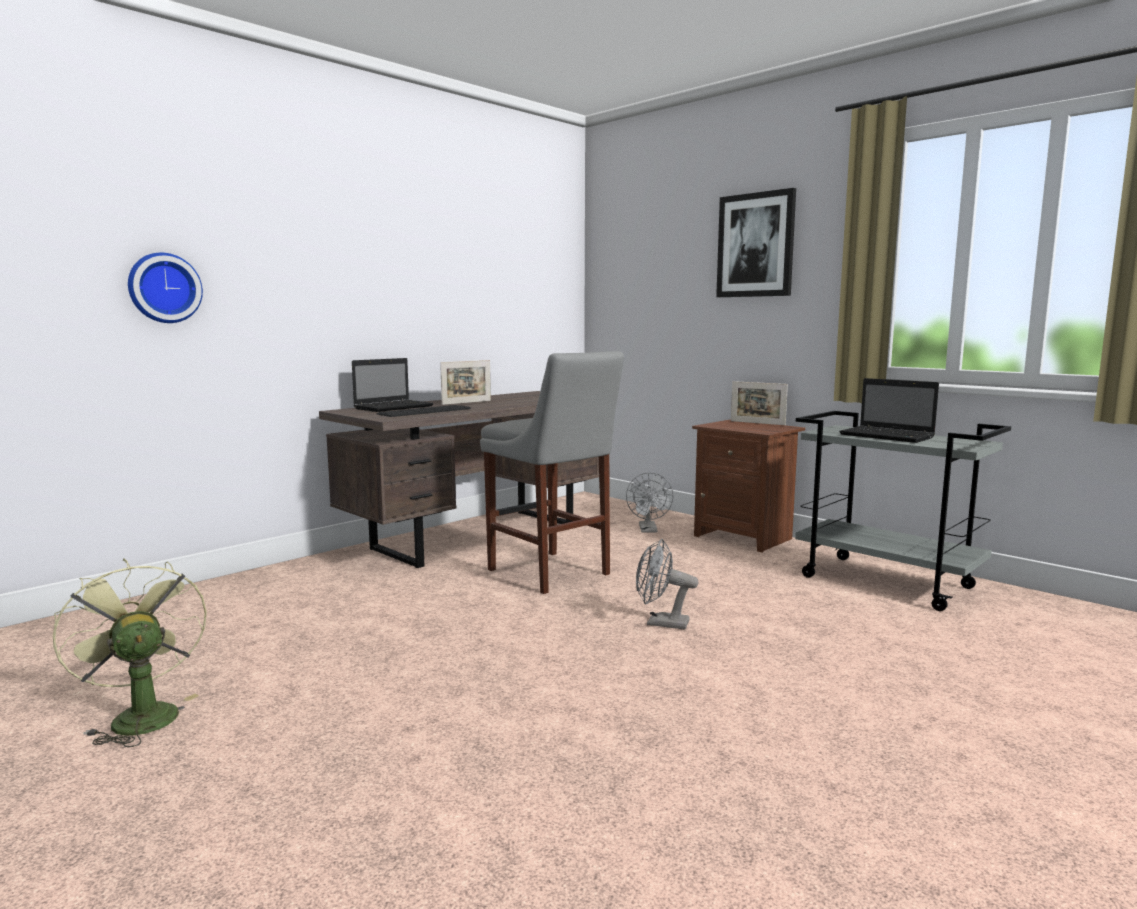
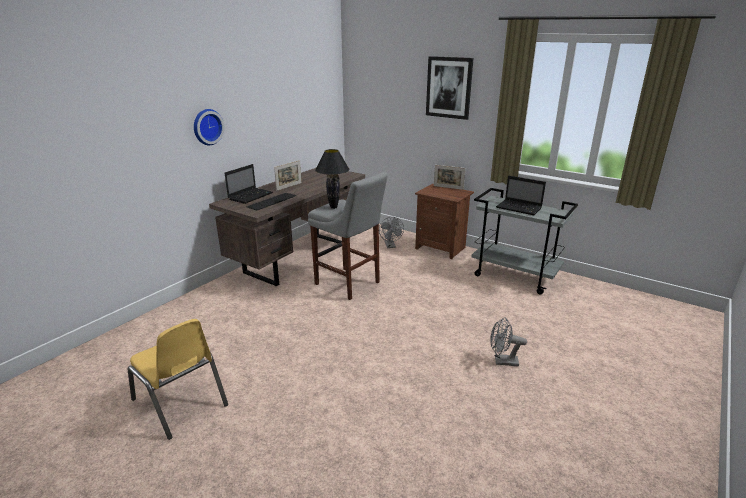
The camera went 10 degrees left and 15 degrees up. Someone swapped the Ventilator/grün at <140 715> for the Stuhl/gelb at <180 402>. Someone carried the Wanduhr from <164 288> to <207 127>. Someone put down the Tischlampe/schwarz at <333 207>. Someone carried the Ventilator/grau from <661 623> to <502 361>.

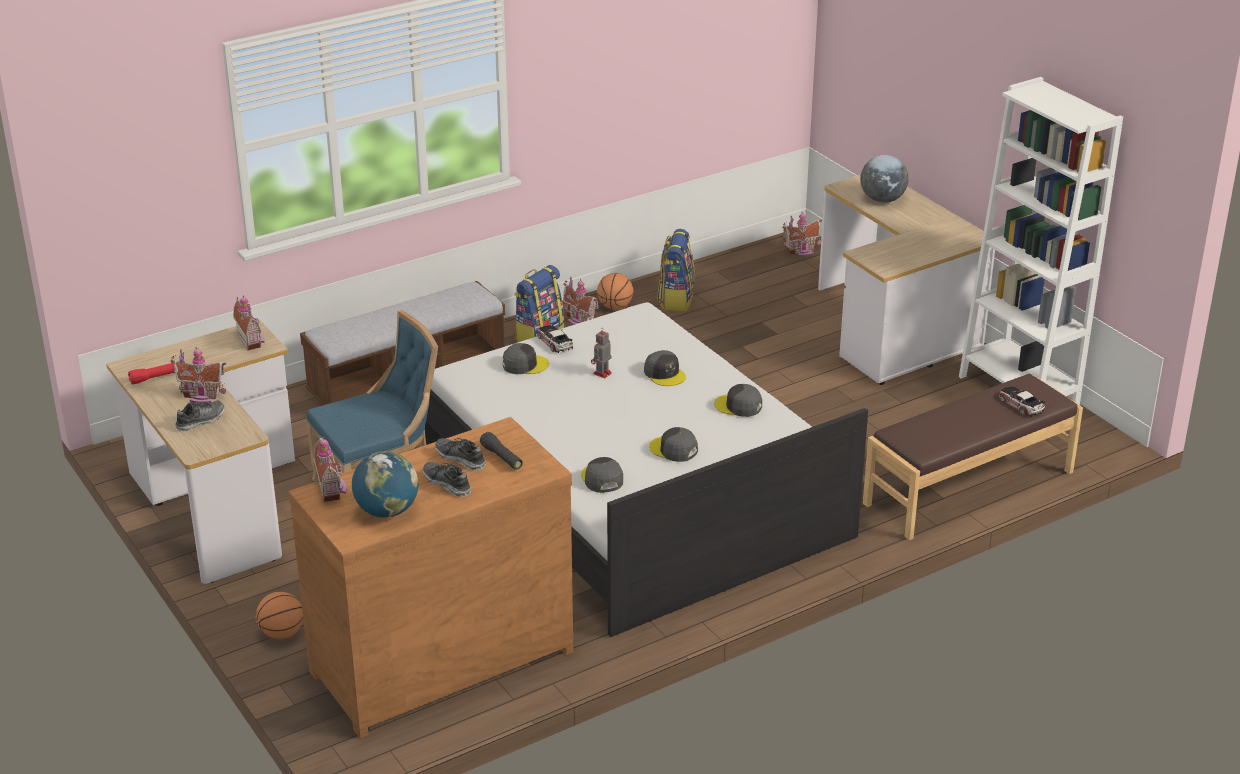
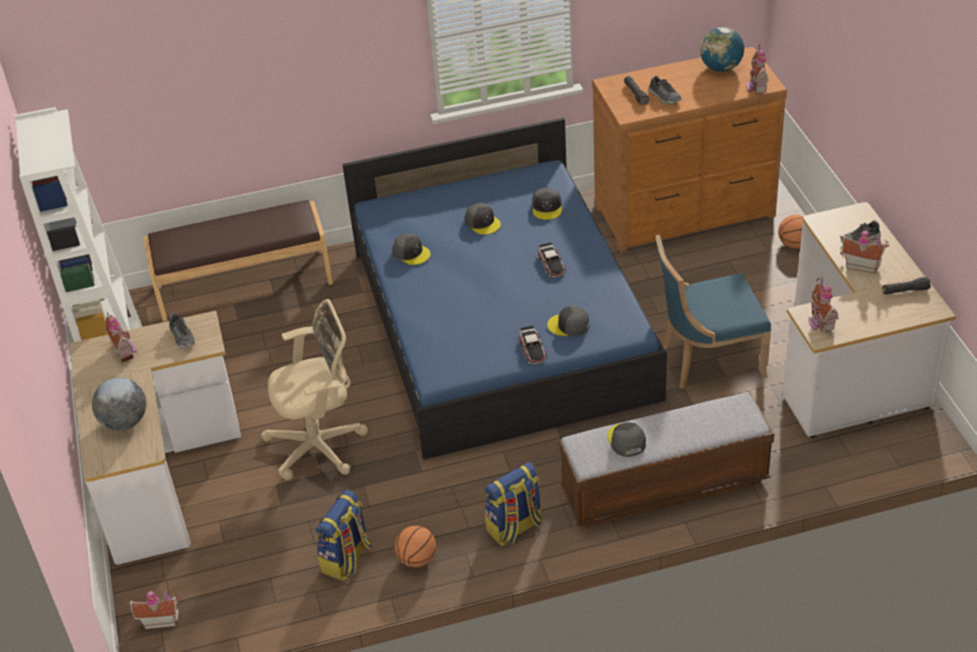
The camera went 160 degrees left and 10 degrees up. Someone carried the Spielzeughaus from <578 320> to <125 350>. Someone carried the Schuh from <447 484> to <182 337>. Someone put down the Bürostuhl/beige at <320 446>. Someone repainted the Bett/weiß at <633 489>, which became the Bett/blau at <500 324>. Someone carried the Spielzeugauto from <1020 405> to <551 264>. Someone carried the Kappe/grau from <664 374> to <626 441>. Someone repainted the Taschenlampe/rot at <156 378>, which became the Taschenlampe/schwarz at <905 291>. Someone took away the Spielzeugroboter at <601 374>.

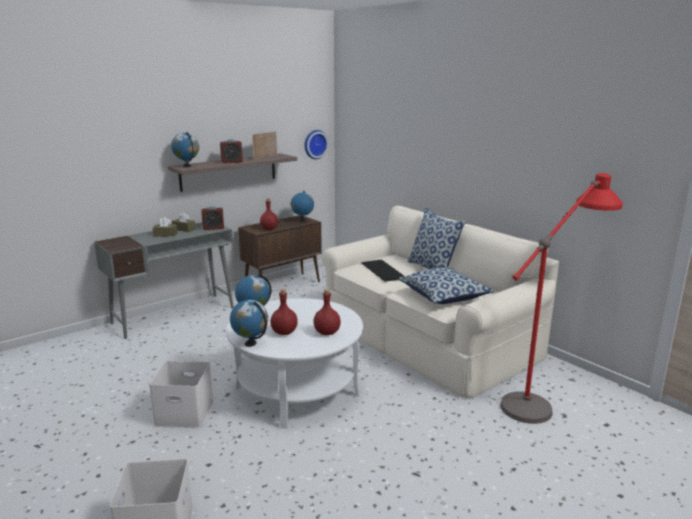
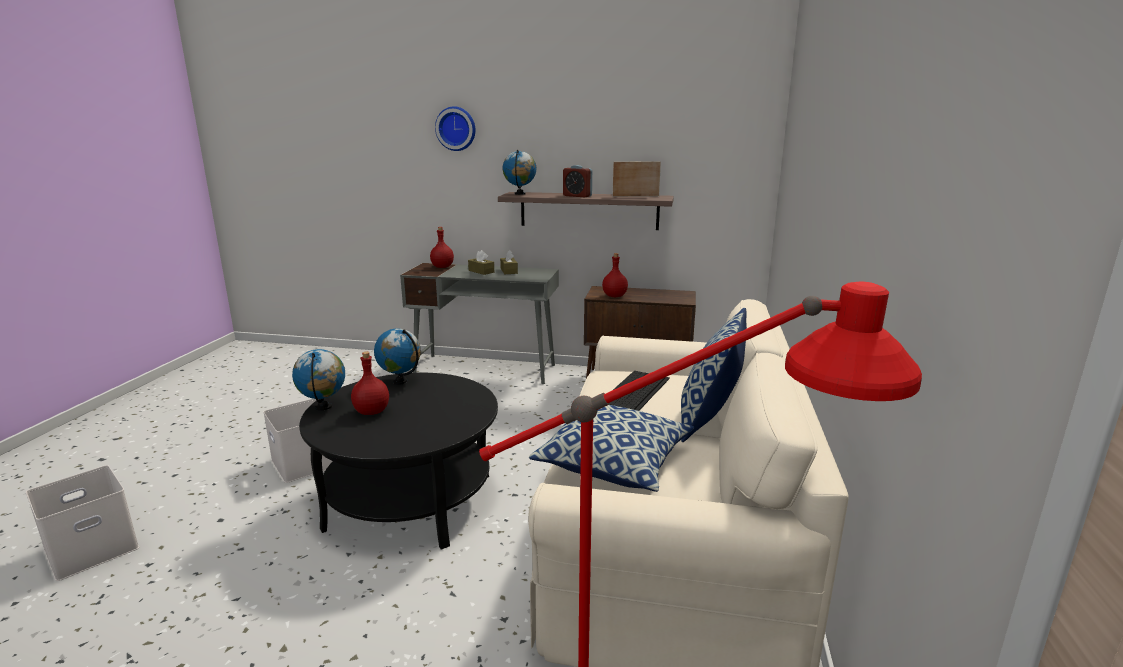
The camera went 50 degrees right and 0 degrees up. Someone repainted the Couchtisch/weiß at <297 391>, which became the Couchtisch/schwarz at <410 501>. Someone carried the Flasche/rot from <327 332> to <442 267>. Someone carried the Wanduhr from <314 144> to <456 128>. Someone took away the Wecker at <213 228>. Someone took away the Globus at <302 220>.

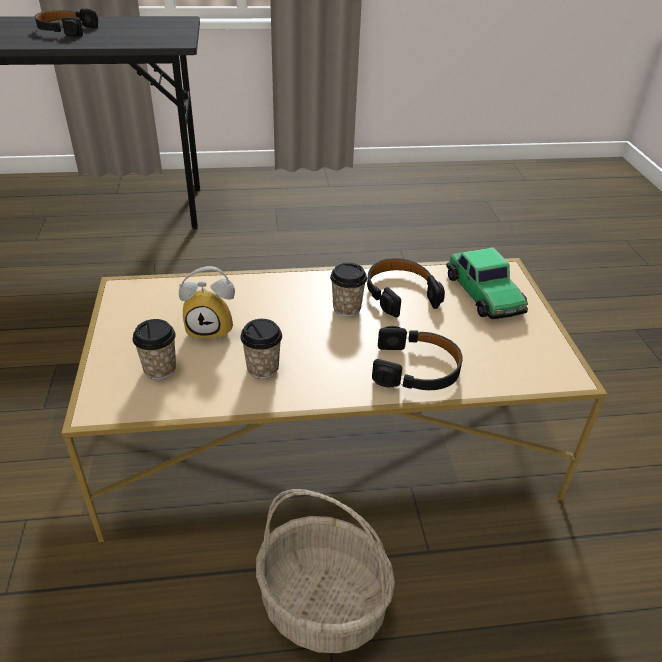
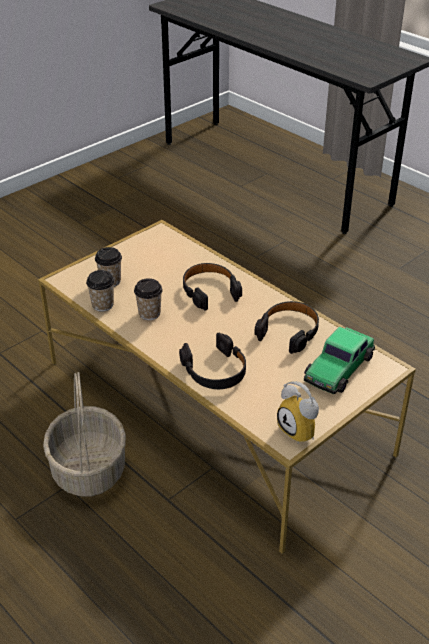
The camera went 55 degrees right and 0 degrees up. Someone carried the Tasse from <347 308> to <102 305>. Someone carried the Kopfhörer/schwarz from <66 30> to <209 291>. Someone carried the Wecker from <212 328> to <301 431>.

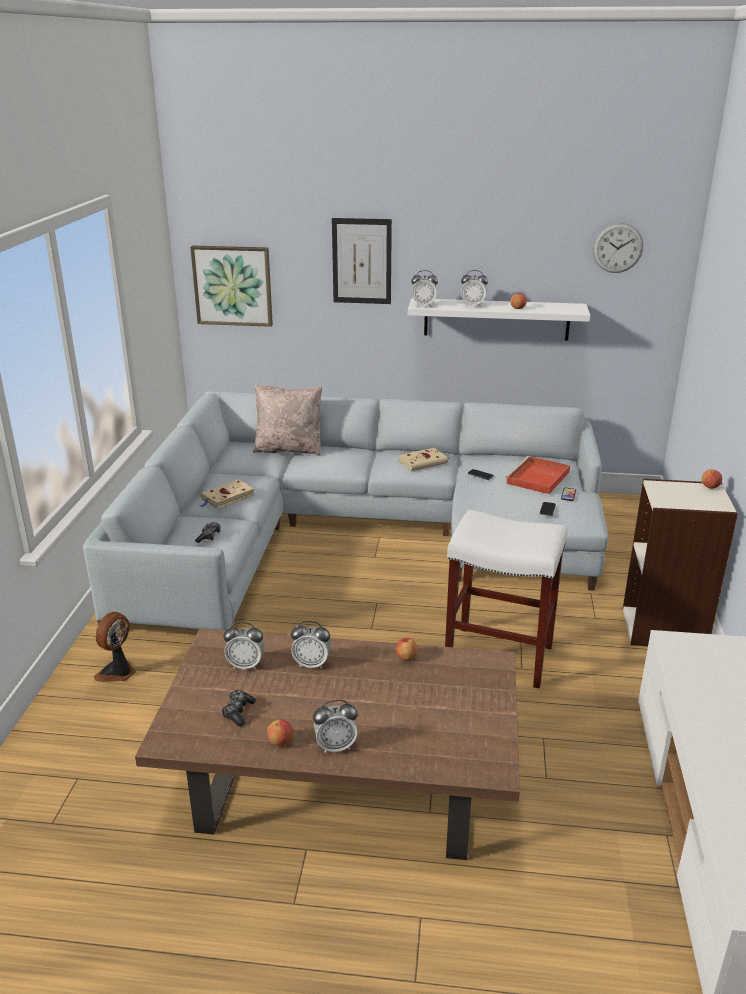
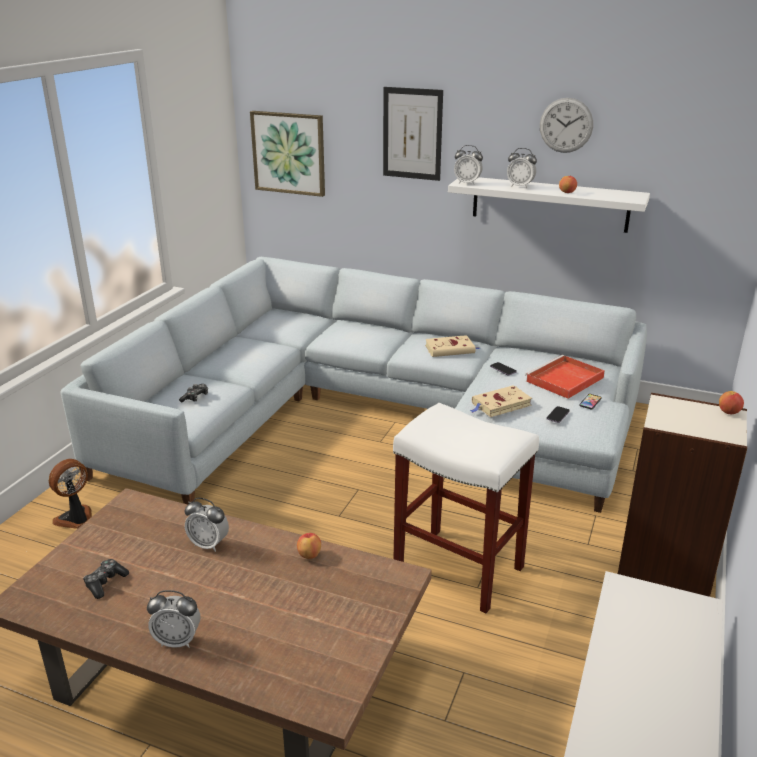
The camera went 15 degrees right and 0 degrees up. Someone carried the Buch/beige from <226 498> to <500 405>. Someone carried the Wanduhr from <617 248> to <566 125>. Someone took away the Wecker at <245 665>. Someone took away the Kissen/beige at <289 449>. Someone took away the Apfel at <281 742>.

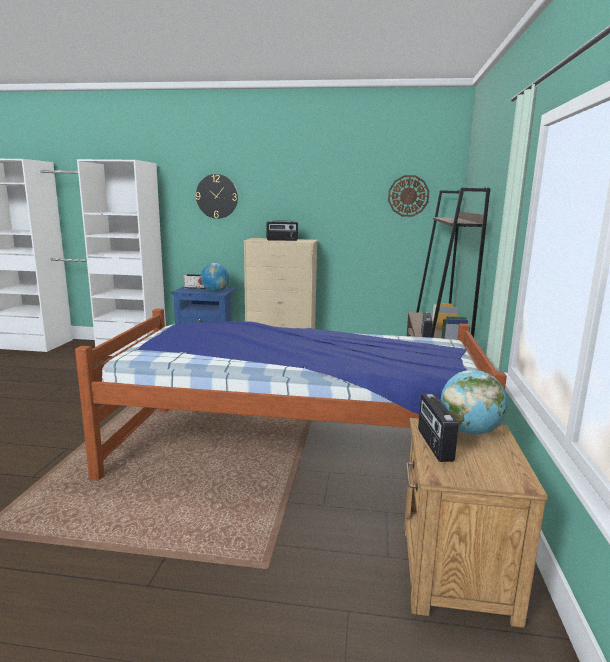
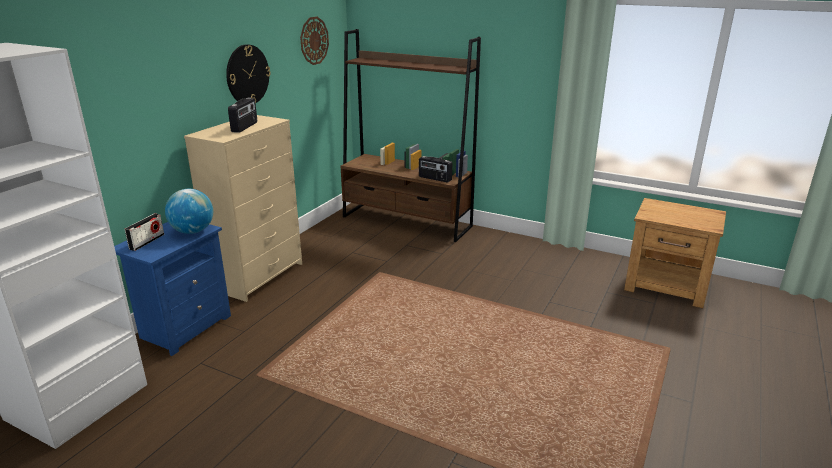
The camera went 70 degrees left and 10 degrees up. Someone carried the Wanduhr from <217 196> to <247 75>. Someone took away the Bett at <292 452>. Someone took away the Radio at <434 445>. Someone took away the Globus at <470 431>.

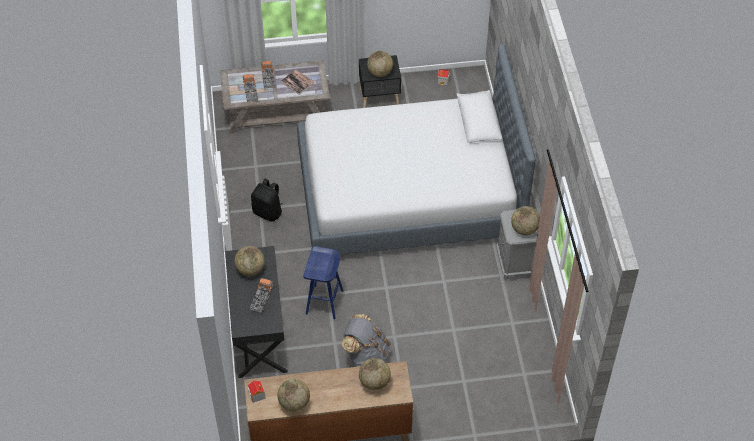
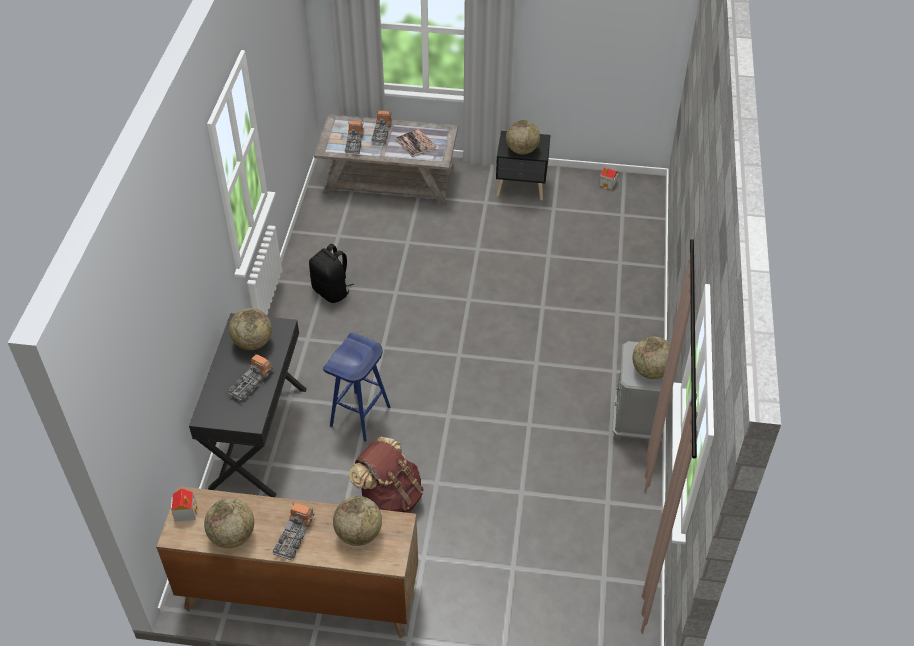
The camera went 15 degrees right and 5 degrees down. Someone put down the Spielzeuglaster at <294 536>. Someone repainted the Rucksack/grau at <366 355>, which became the Rucksack/braun at <389 498>. Someone took away the Bett at <409 194>.

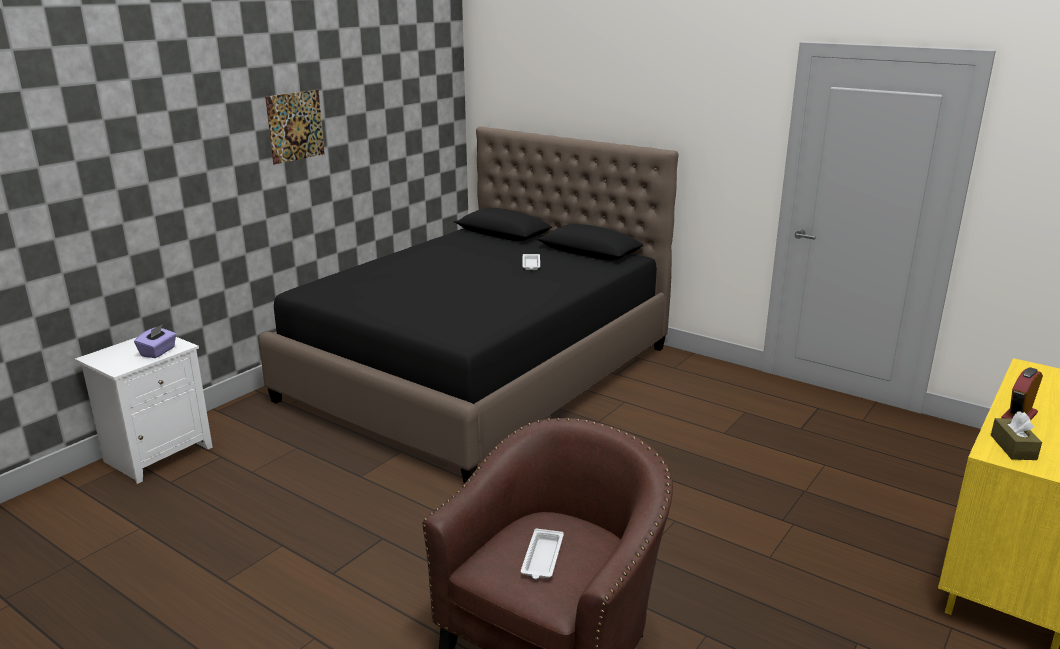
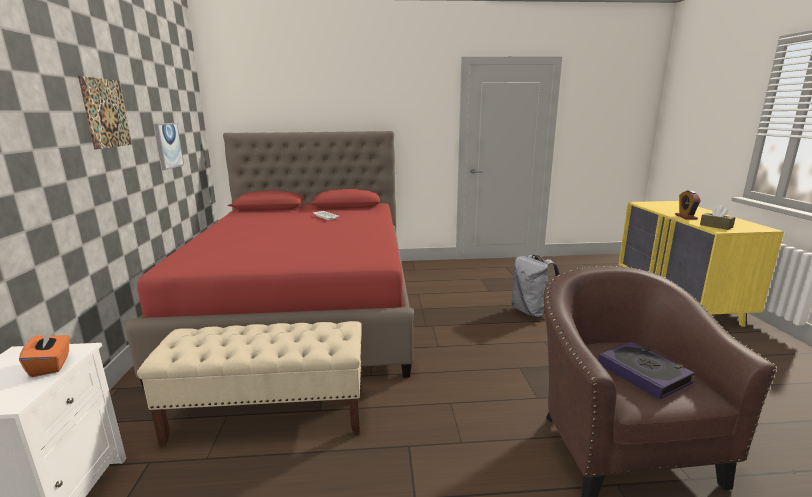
The camera went 40 degrees left and 5 degrees down. Someone repainted the Taschentuchbox/lila at <158 352>, which became the Taschentuchbox/orange at <51 365>. Someone repainted the Bett/schwarz at <480 373>, which became the Bett/rot at <306 308>. Someone put down the Bank/beige at <269 416>. Someone put up the Bild at <168 145>. Someone put down the Rucksack/grau at <531 312>. Someone swapped the Tablett/weiß at <542 558> for the Buch at <643 374>.

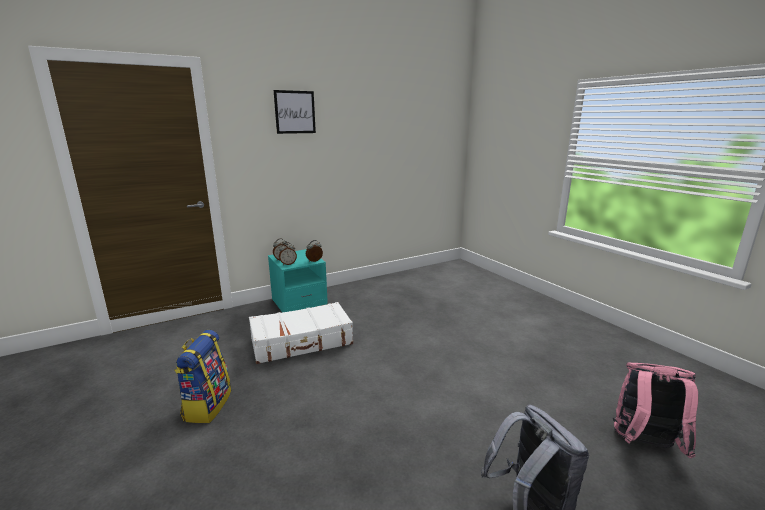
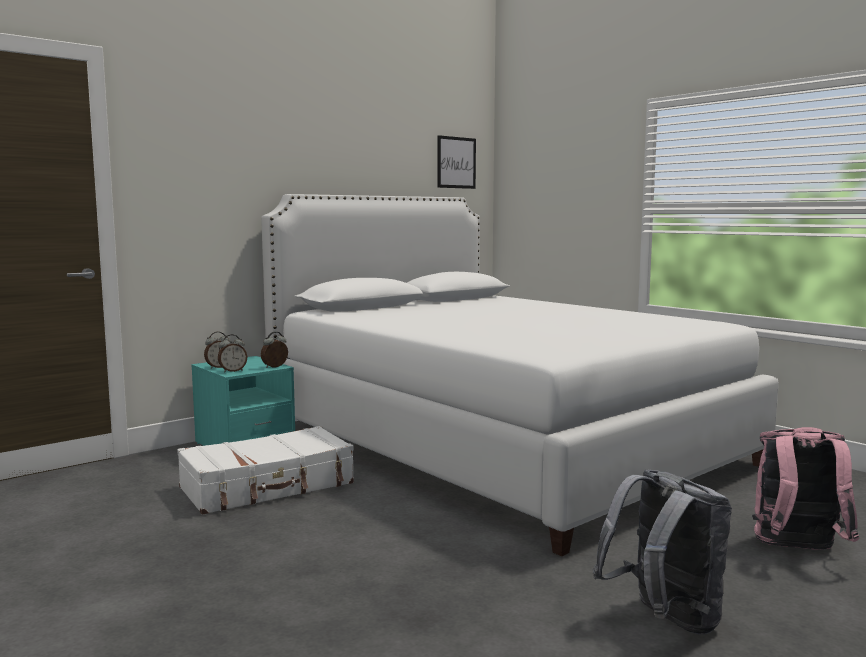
The camera went 10 degrees left and 10 degrees down. Someone put down the Bett/weiß at <499 445>. Someone carried the Bild from <295 112> to <456 162>. Someone took away the Rucksack at <207 405>.

